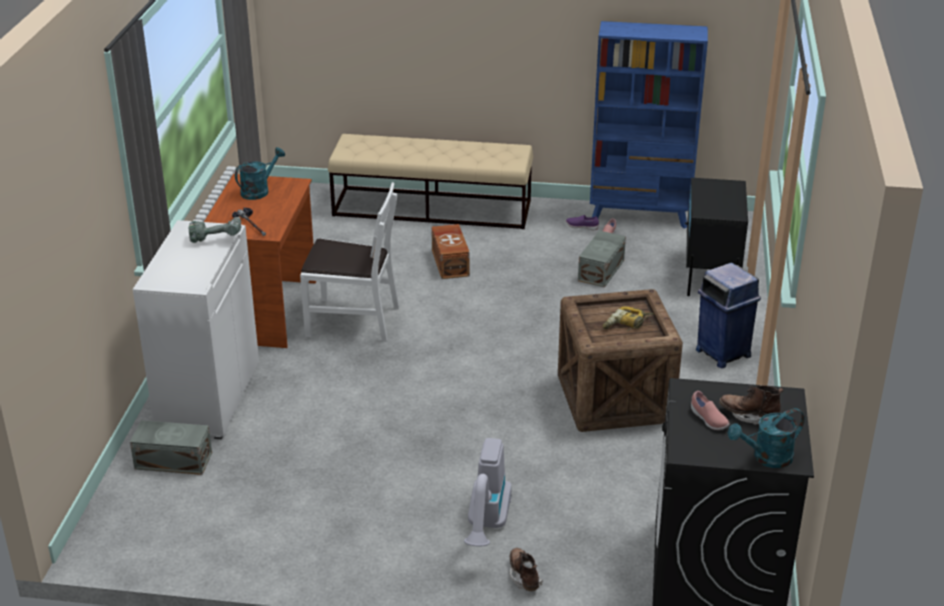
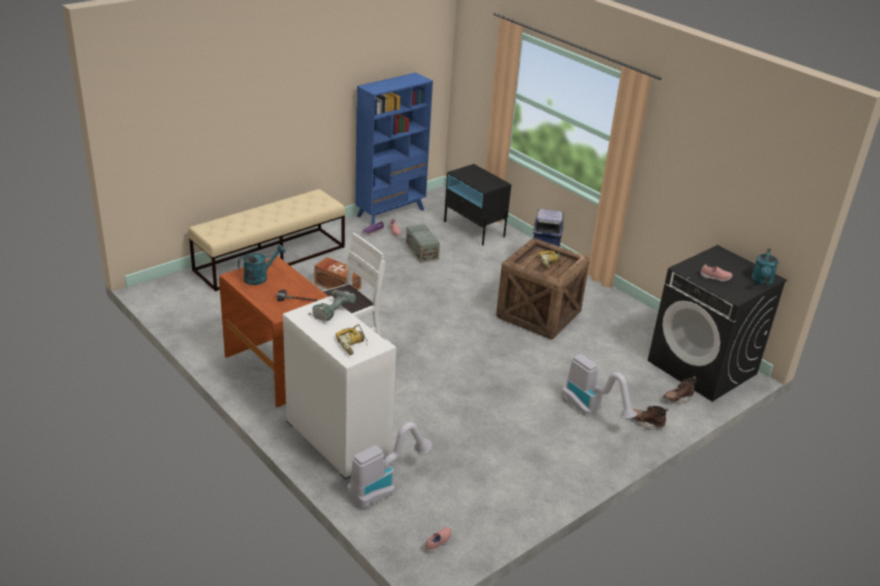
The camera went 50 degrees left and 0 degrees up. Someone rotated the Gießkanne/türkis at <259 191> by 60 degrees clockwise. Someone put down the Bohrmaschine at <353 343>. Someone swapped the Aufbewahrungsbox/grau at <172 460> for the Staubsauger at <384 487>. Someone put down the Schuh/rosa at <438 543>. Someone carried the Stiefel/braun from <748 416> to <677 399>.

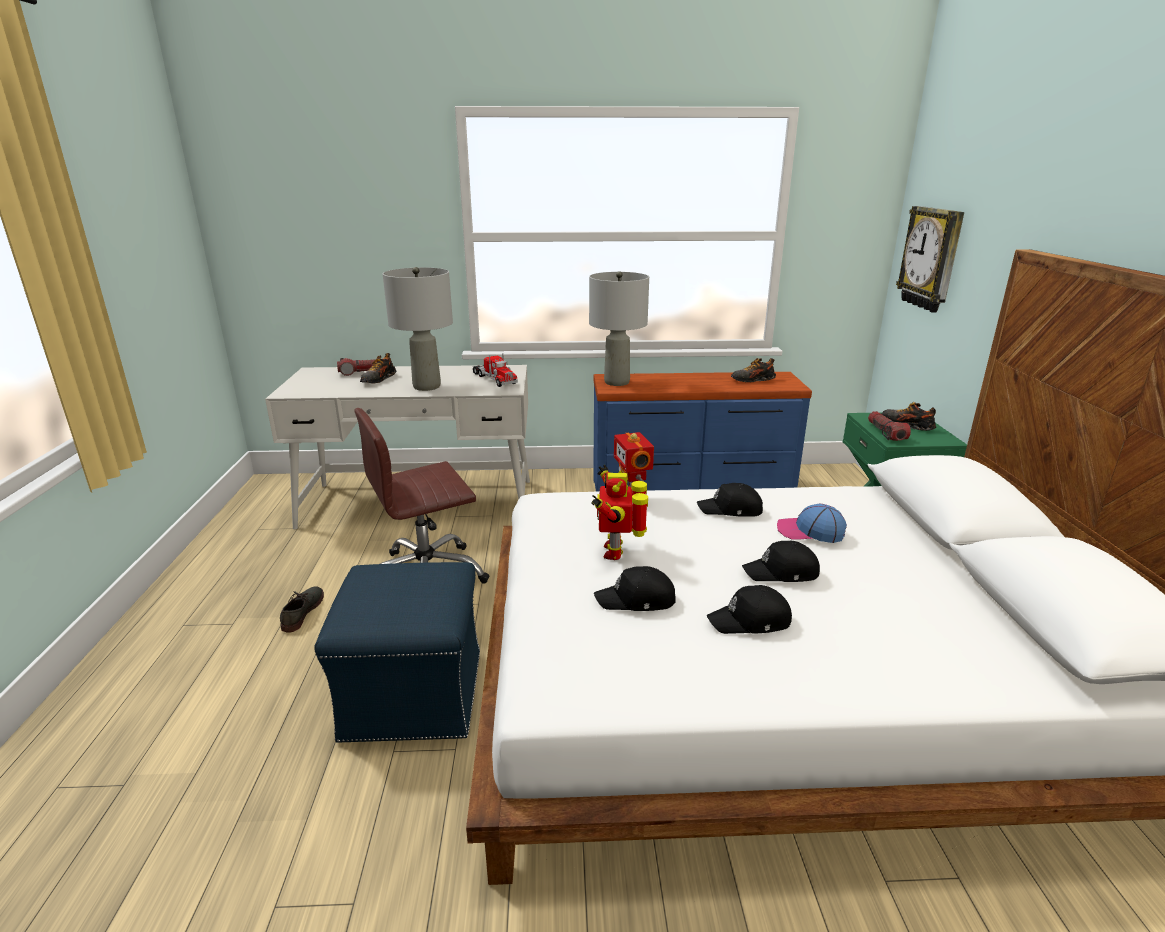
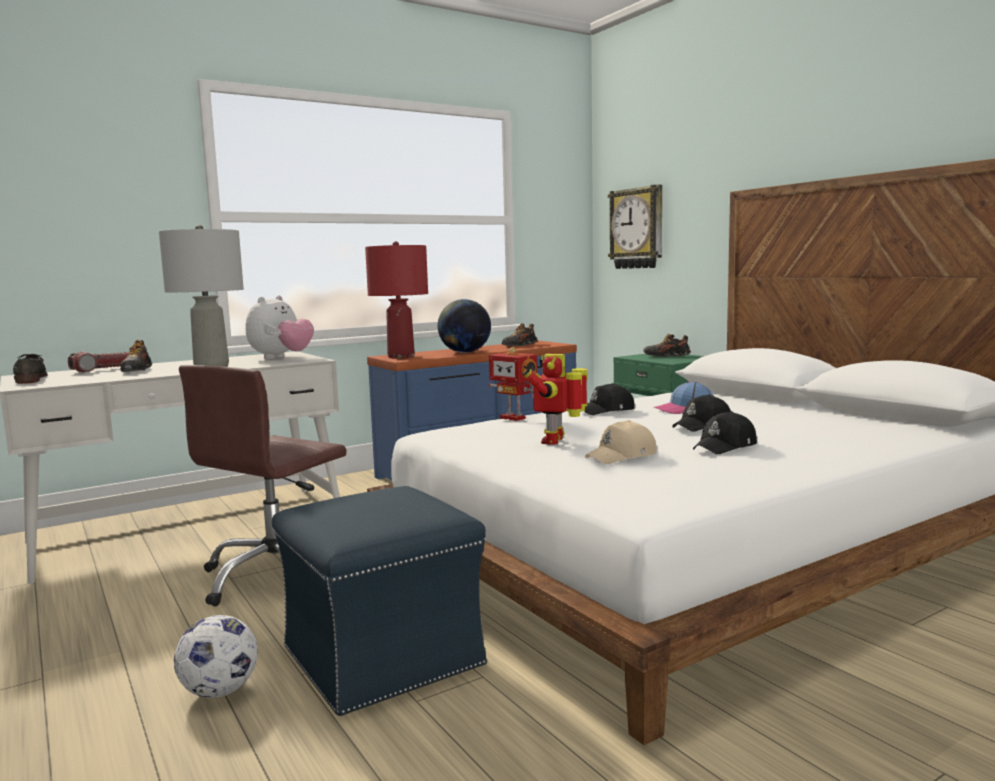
The camera went 30 degrees left and 15 degrees down. Someone carried the Schuh/grau from <302 611> to <30 379>. Someone put down the Fußball at <219 691>. Someone swapped the Spielzeuglaster at <494 379> for the Plüschtier at <281 358>. Someone repainted the Tischlampe/grau at <617 382>, which became the Tischlampe/rot at <401 357>. Someone put down the Globus at <464 352>. Someone rotated the Spielzeugroboter at <616 551> by 45 degrees clockwise. Someone repainted the Kappe/schwarz at <637 600>, which became the Kappe/beige at <622 456>. Someone took away the Taschenlampe at <885 433>.

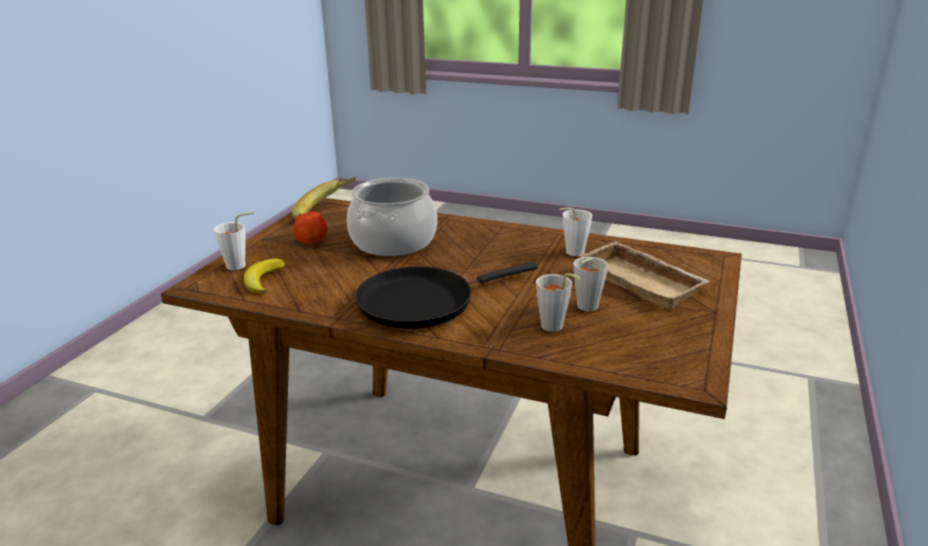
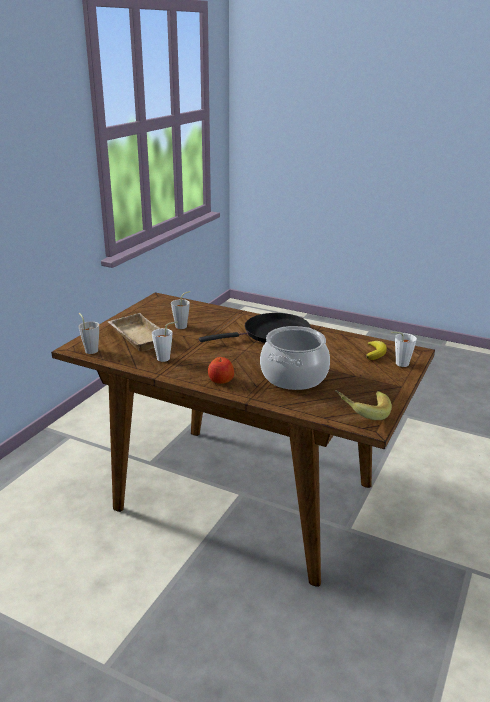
The camera went 175 degrees left and 0 degrees up. Someone carried the Tasse/grau from <555 328> to <90 350>. Someone carried the Apfel from <311 241> to <220 380>.

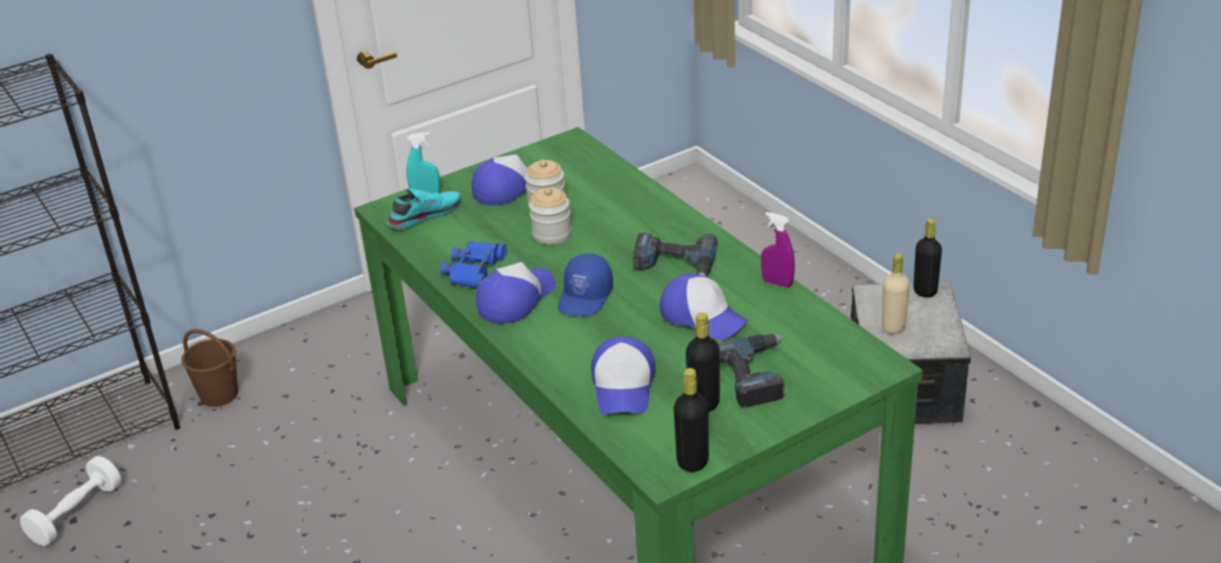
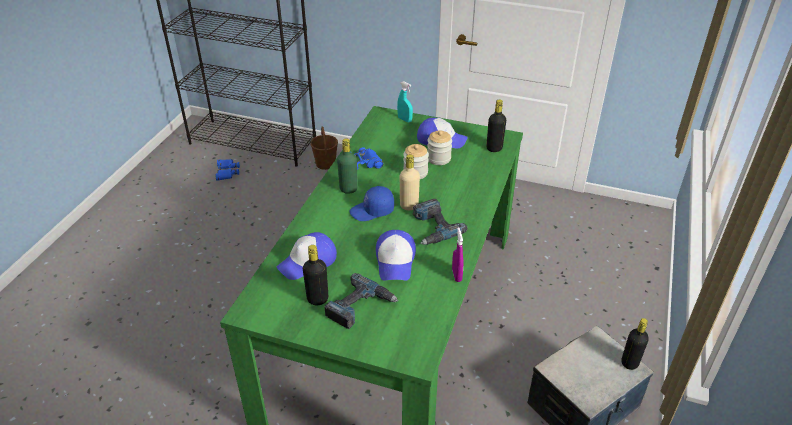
The camera went 50 degrees right and 5 degrees up. Someone swapped the Hantel/weiß at <76 514> for the Fernglas/blau at <227 172>. Someone swapped the Kappe at <516 299> for the Flasche/grün at <348 189>. Someone carried the Flasche/beige from <893 327> to <409 206>. Someone carried the Flasche/schwarz from <692 462> to <494 148>. Someone took away the Schuh/türkis at <424 215>.

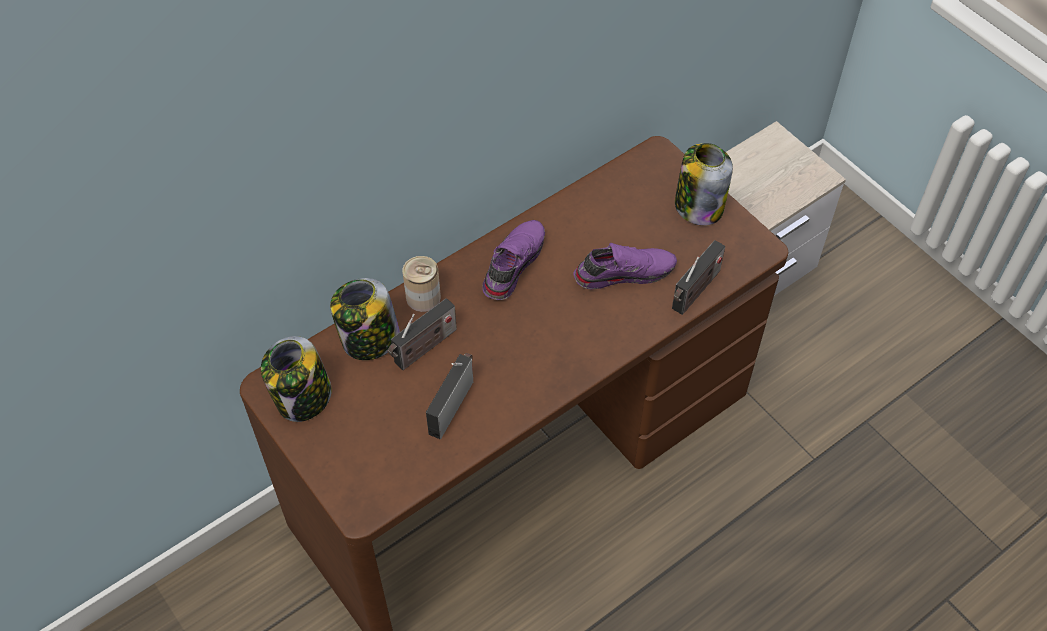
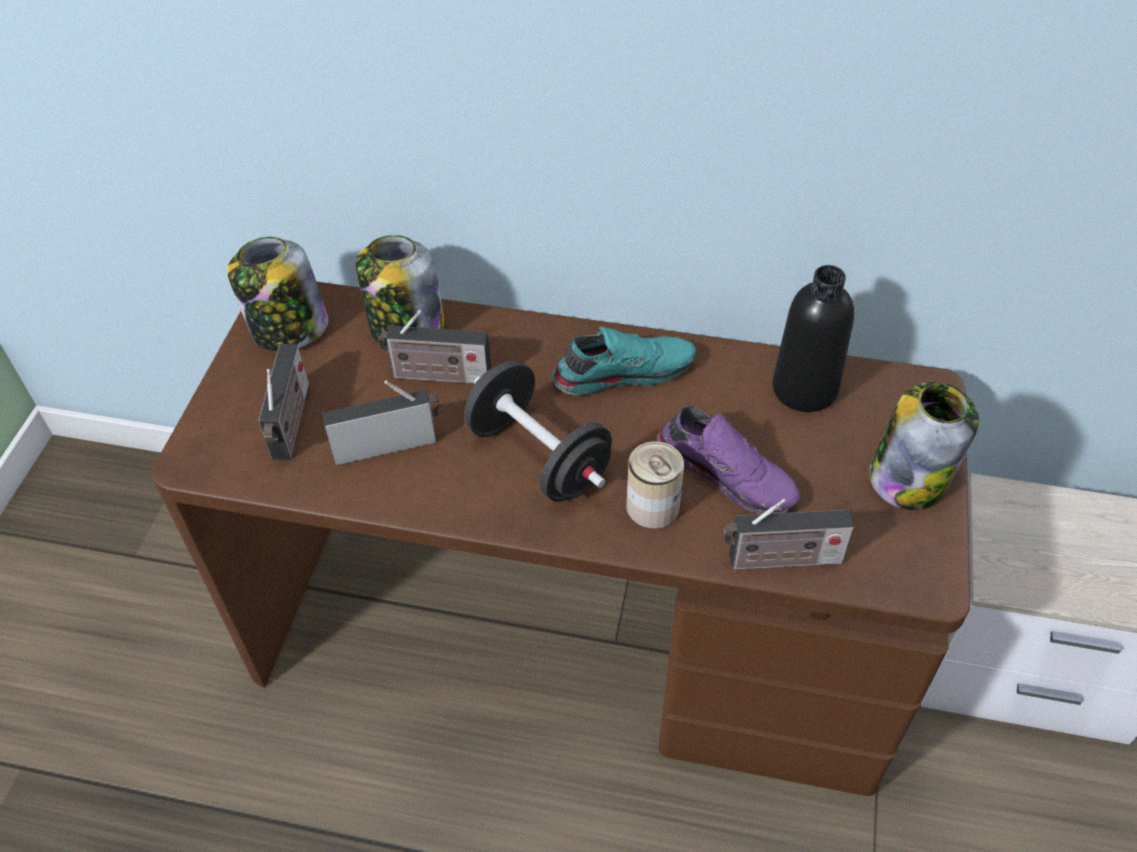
The camera went 50 degrees right and 5 degrees down. Someone put down the Radio at <291 425>. Someone put down the Hantel/schwarz at <538 457>. Someone repainted the Schuh/lila at <512 264>, which became the Schuh/türkis at <623 371>. Someone carried the Dose from <423 297> to <652 506>. Someone put down the Flasche/schwarz at <804 388>.

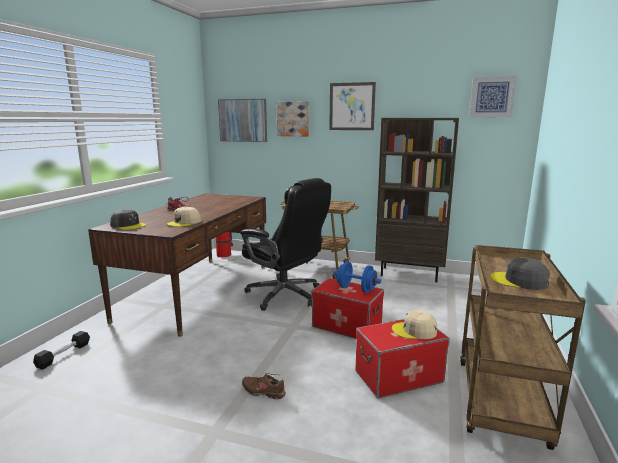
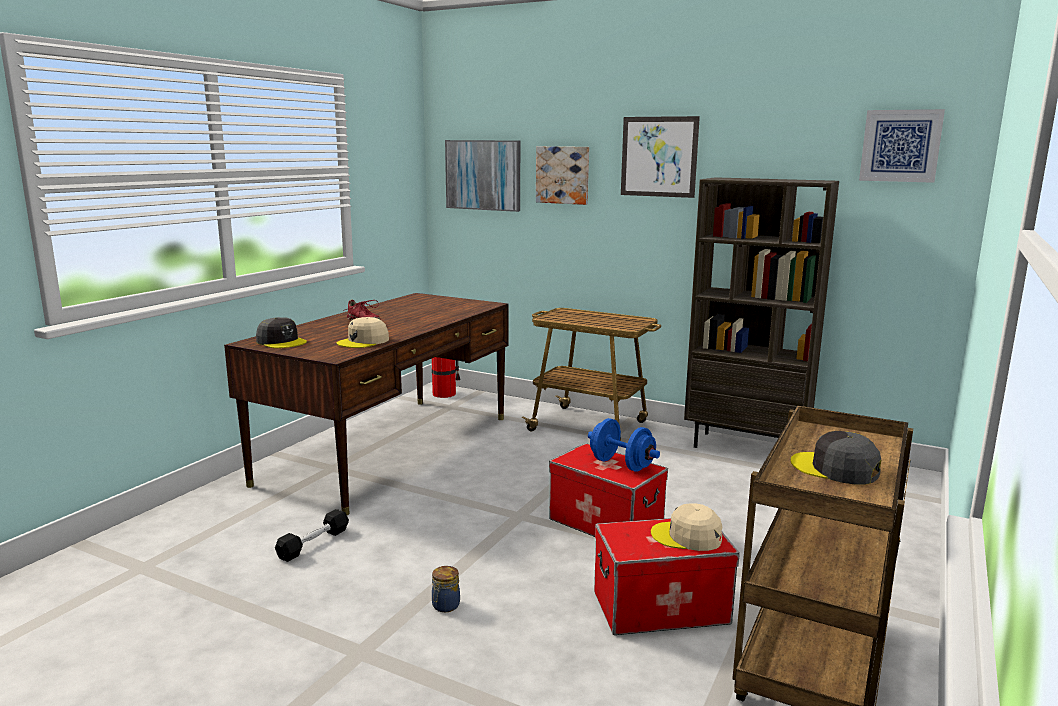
The camera went 10 degrees right and 0 degrees up. Someone carried the Hantel/schwarz from <64 355> to <313 543>. Someone swapped the Schuh/braun at <263 391> for the Vorratsglas at <445 606>. Someone took away the Bürostuhl/schwarz at <285 295>.

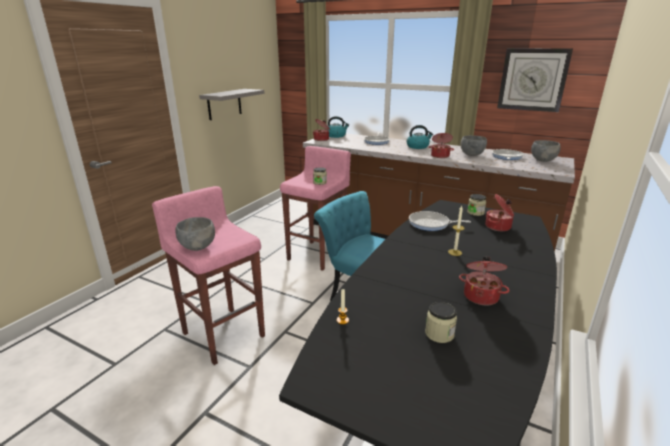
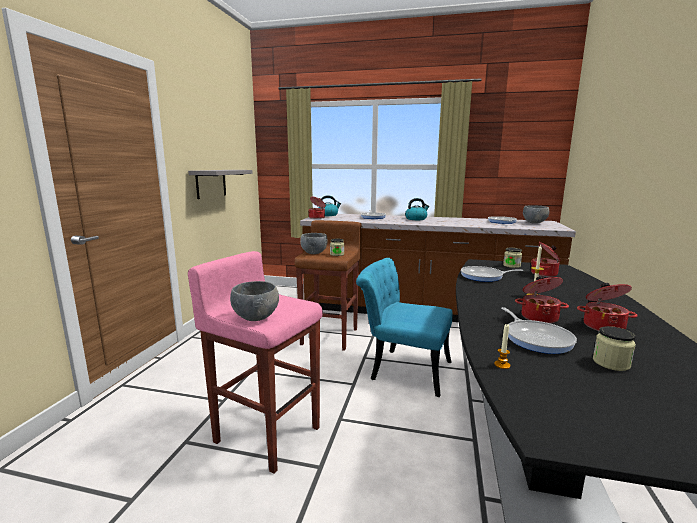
The camera went 15 degrees left and 10 degrees down. Someone repainted the Hocker/rosa at <318 255>, which became the Hocker/braun at <330 336>. Someone carried the Schüssel/grau from <471 154> to <313 253>. Someone put down the Pfanne at <536 338>. Someone carried the Kochtopf from <440 156> to <539 317>. Someone took away the Wanduhr at <533 79>.

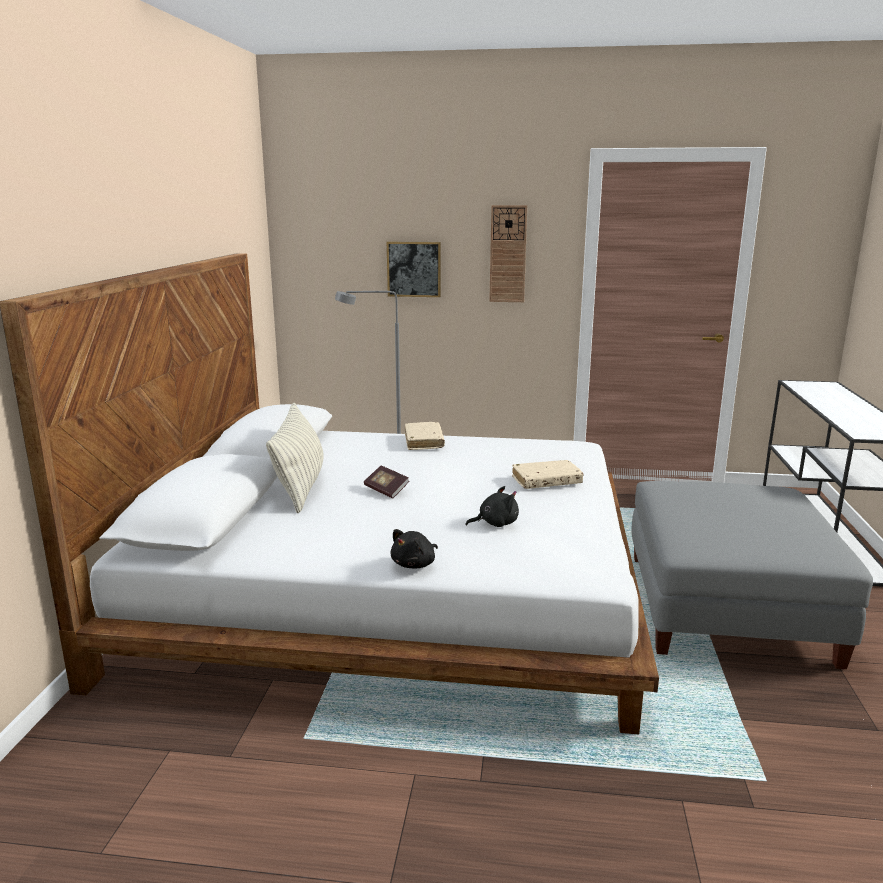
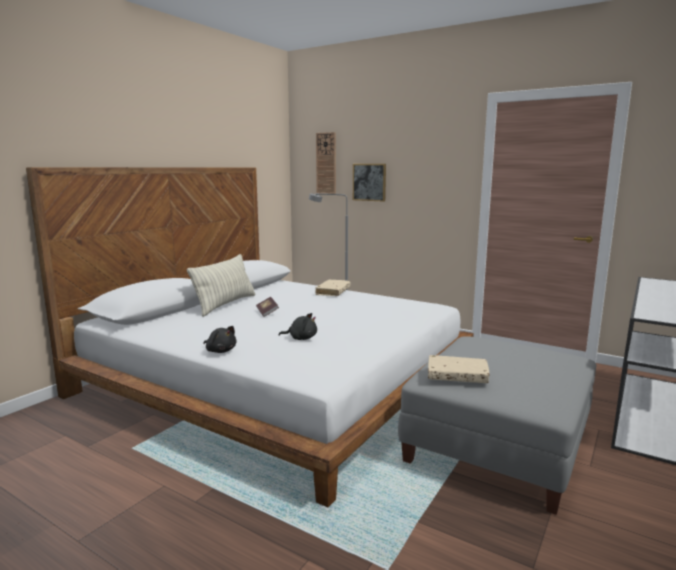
The camera went 25 degrees right and 5 degrees down. Someone rotated the Plüschtier/schwarz at <415 564> by 120 degrees counterclockwise. Someone carried the Wanduhr from <508 254> to <326 163>. Someone carried the Buch/beige from <546 481> to <457 376>.

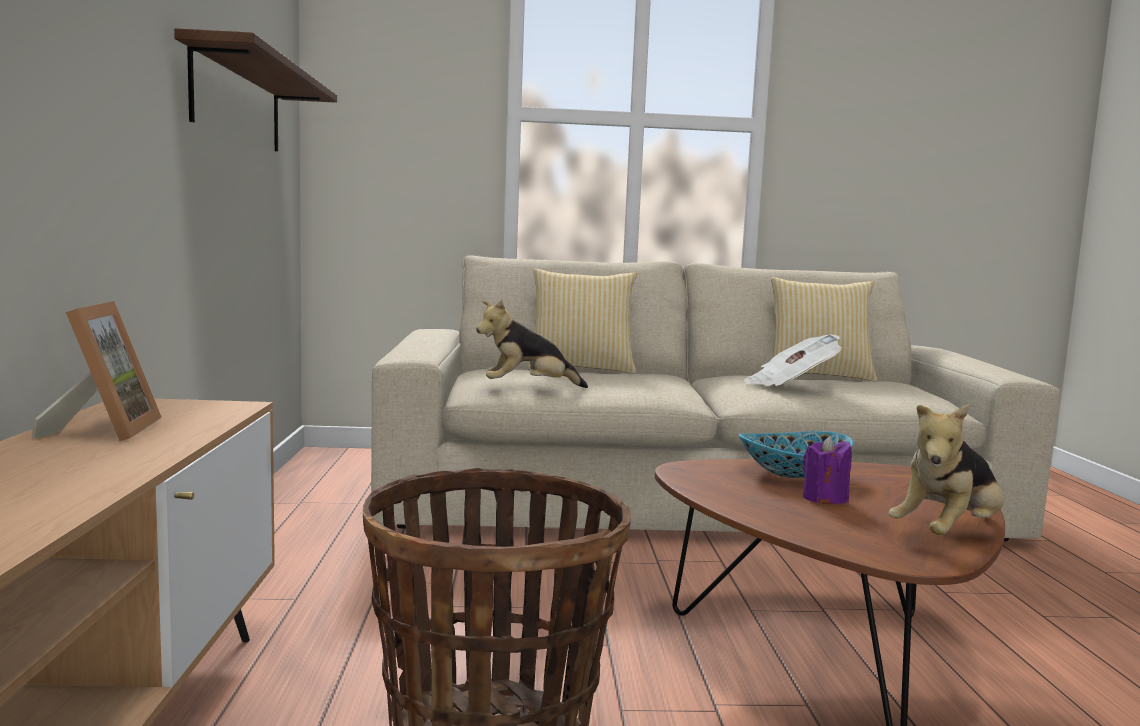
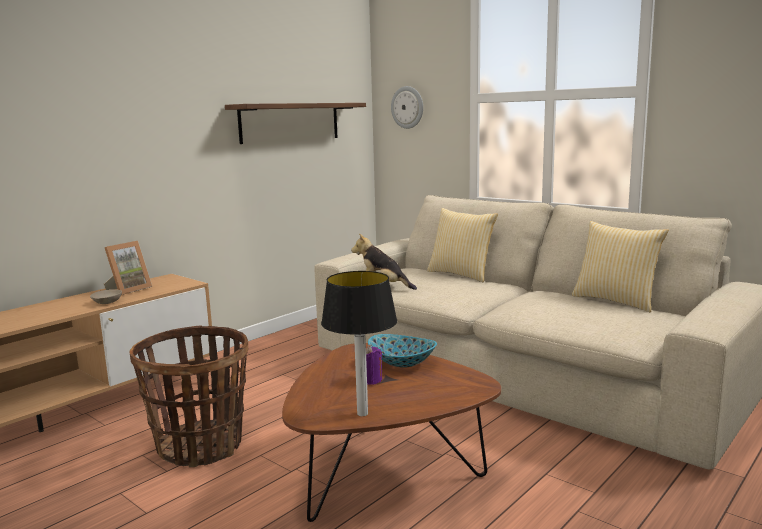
The camera went 45 degrees right and 5 degrees up. Someone put down the Schüssel/beige at <108 302>. Someone swapped the Plüschtier at <948 534> for the Tischlampe at <363 413>. Someone put up the Wanduhr at <407 107>. Someone took away the Zeitung at <790 385>.

